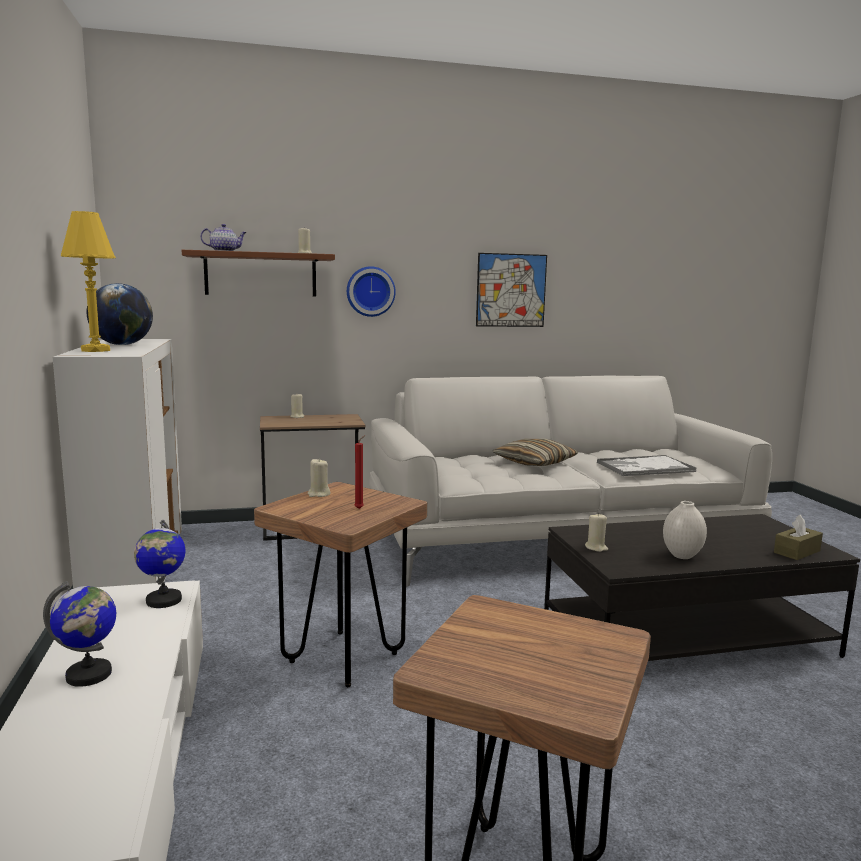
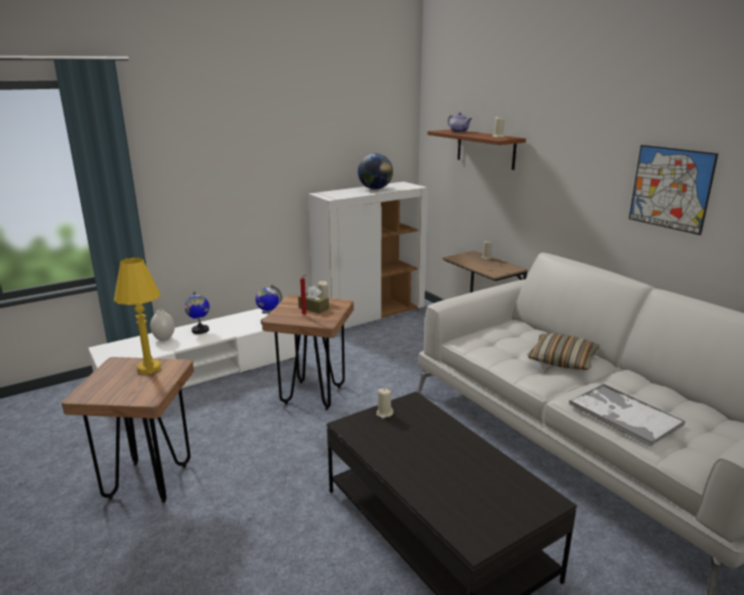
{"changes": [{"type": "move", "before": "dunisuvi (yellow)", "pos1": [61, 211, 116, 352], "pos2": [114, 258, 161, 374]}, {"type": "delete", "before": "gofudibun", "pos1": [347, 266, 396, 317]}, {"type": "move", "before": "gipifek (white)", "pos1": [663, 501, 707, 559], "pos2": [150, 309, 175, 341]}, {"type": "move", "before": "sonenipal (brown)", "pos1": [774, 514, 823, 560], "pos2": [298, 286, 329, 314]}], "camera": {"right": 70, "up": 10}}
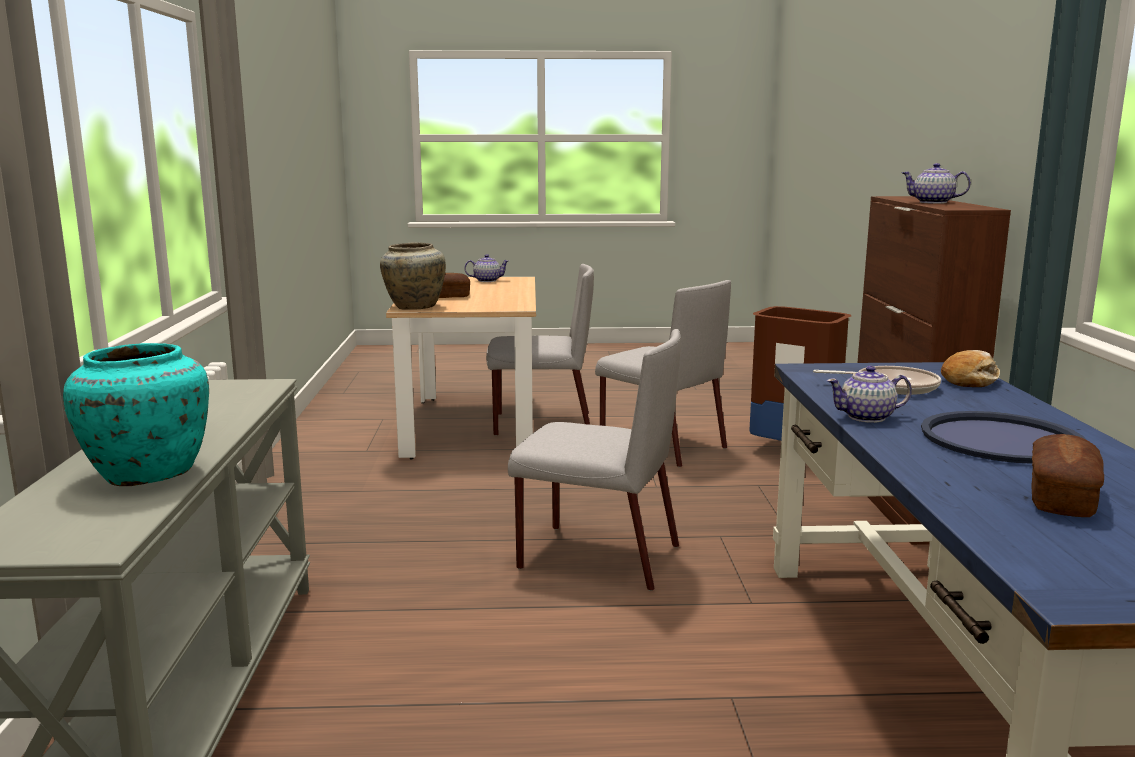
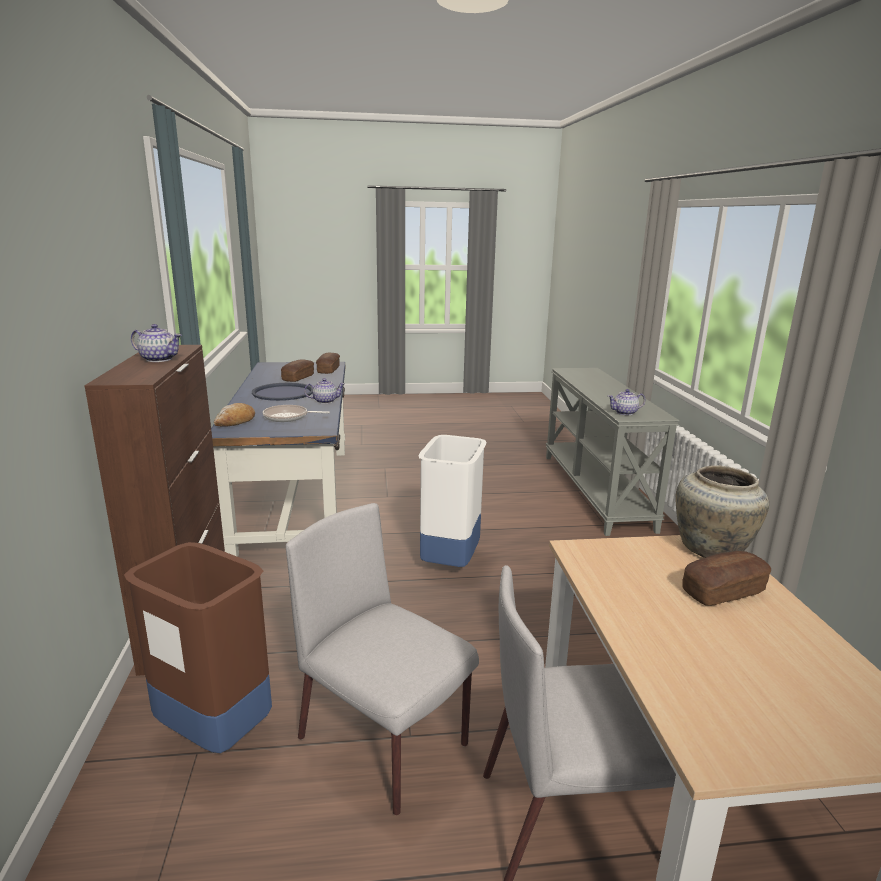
{"changes": [{"type": "delete", "before": "gipifek (turquoise)", "pos1": [63, 343, 209, 486]}, {"type": "move", "before": "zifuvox", "pos1": [464, 254, 509, 282], "pos2": [608, 389, 645, 415]}, {"type": "replace", "before": "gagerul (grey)", "after": "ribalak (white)", "pos1": [508, 329, 681, 591], "pos2": [418, 435, 486, 567]}, {"type": "insert", "after": "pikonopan", "pos2": [316, 352, 340, 374]}], "camera": {"right": 175, "up": 5}}
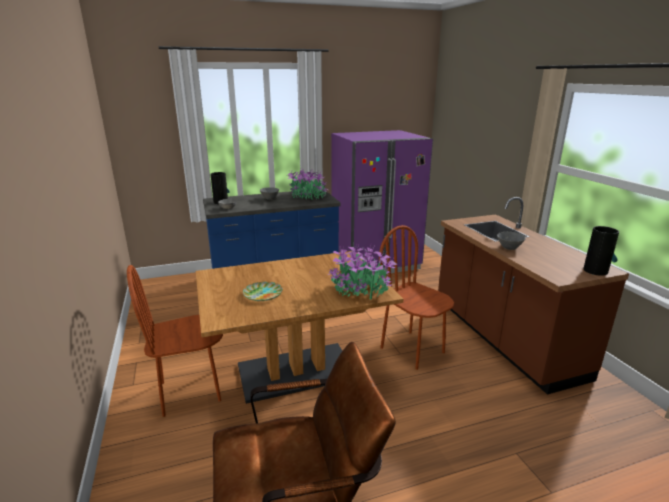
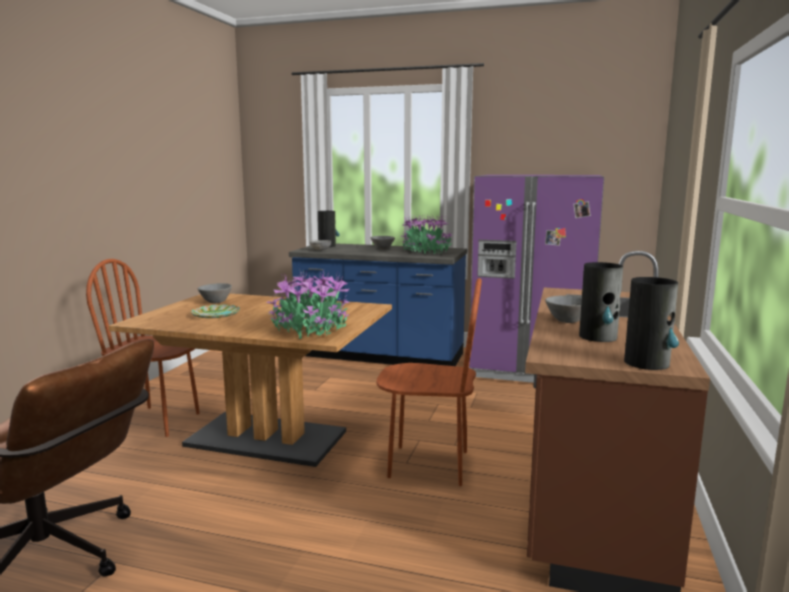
{"changes": [{"type": "rotate", "before": "gagerul (brown)", "pos1": [379, 225, 454, 370], "pos2": [376, 278, 482, 486], "turn": 105}, {"type": "insert", "after": "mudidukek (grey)", "pos2": [198, 283, 232, 303]}, {"type": "insert", "after": "gipifek", "pos2": [579, 262, 623, 342]}], "camera": {"right": 35, "up": -10}}
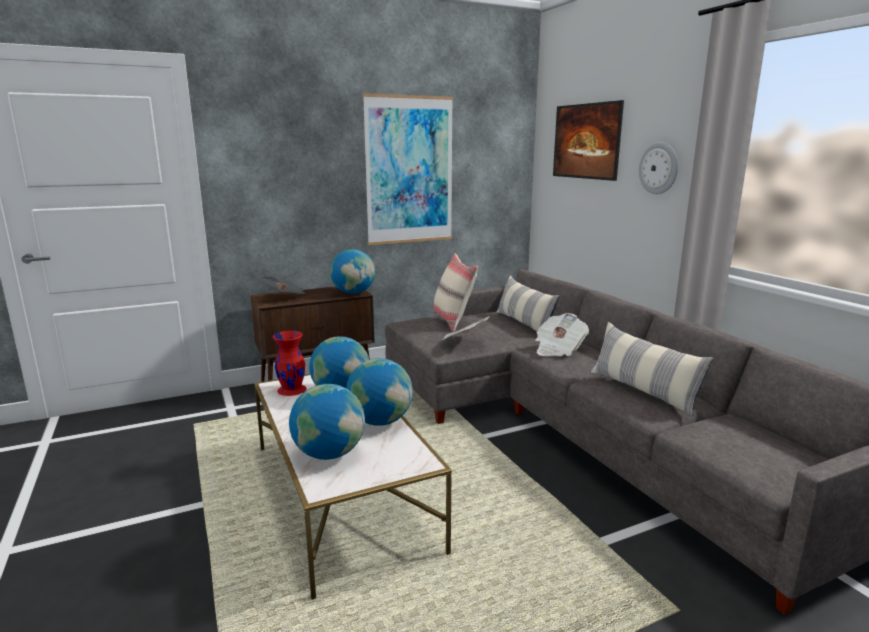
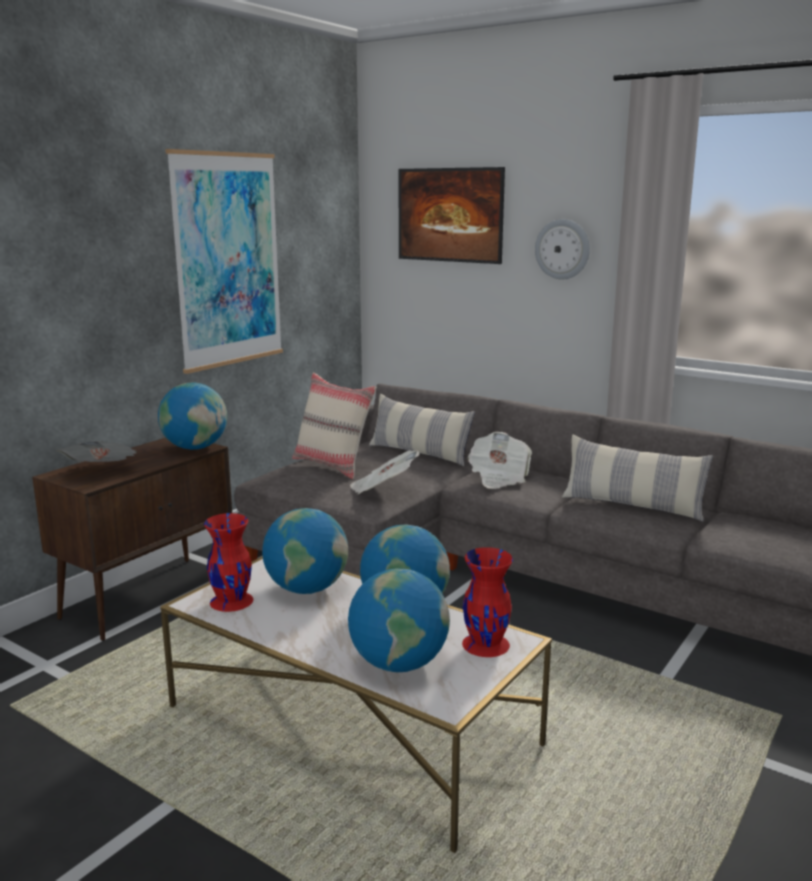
{"changes": [{"type": "insert", "after": "gipifek (red)", "pos2": [462, 547, 513, 657]}], "camera": {"right": -30, "up": 0}}
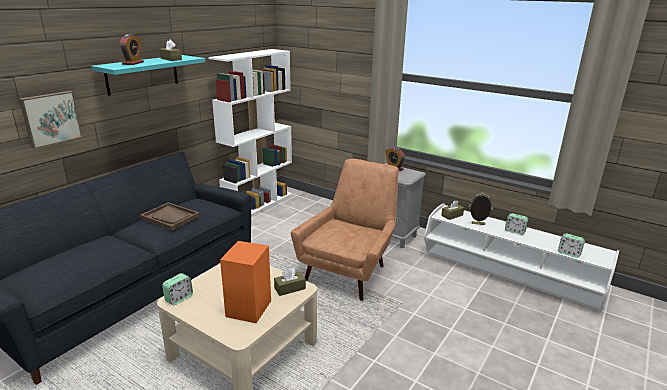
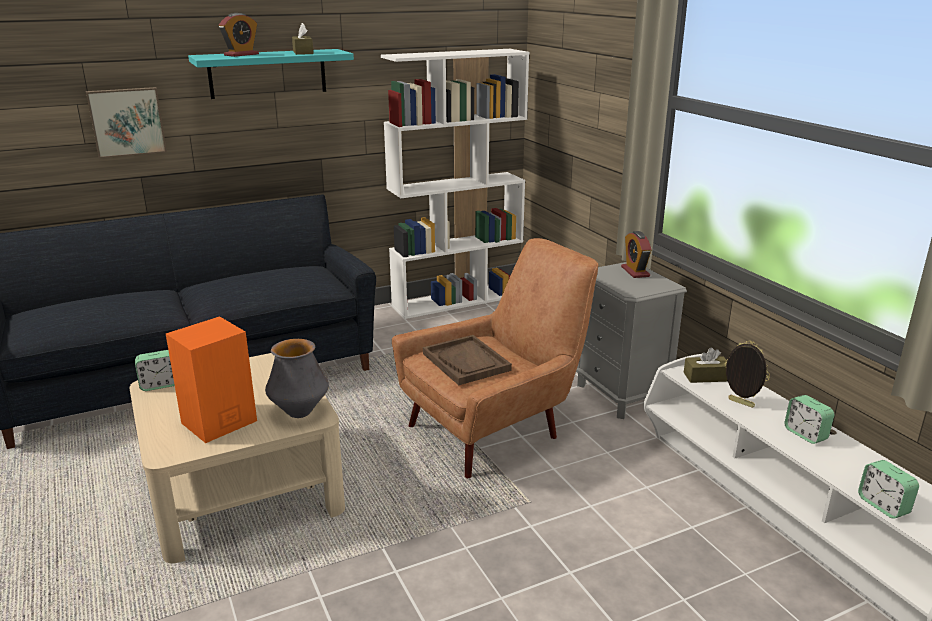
{"changes": [{"type": "move", "before": "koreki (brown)", "pos1": [140, 202, 199, 230], "pos2": [423, 335, 512, 385]}, {"type": "replace", "before": "sonenipal (brown)", "after": "gipifek", "pos1": [274, 268, 306, 296], "pos2": [265, 339, 329, 418]}], "camera": {"right": 30, "up": 0}}
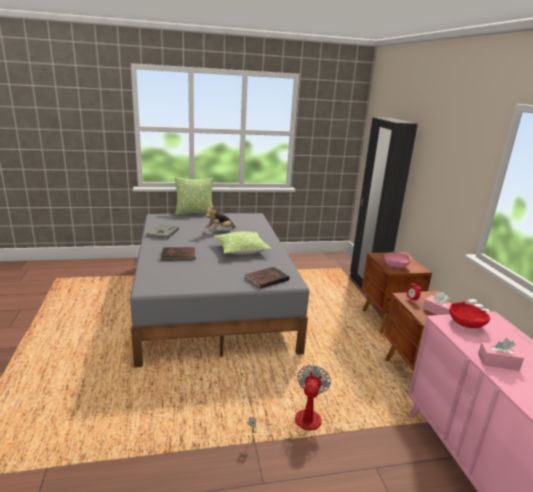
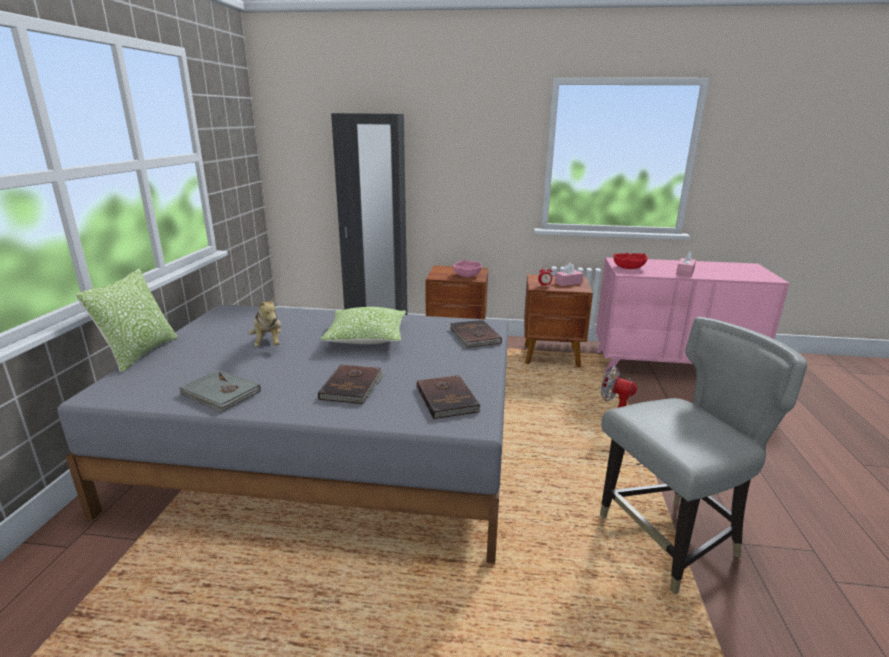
{"changes": [{"type": "insert", "after": "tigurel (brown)", "pos2": [417, 375, 481, 419]}, {"type": "insert", "after": "gagerul (grey)", "pos2": [600, 317, 807, 594]}], "camera": {"right": -70, "up": 0}}
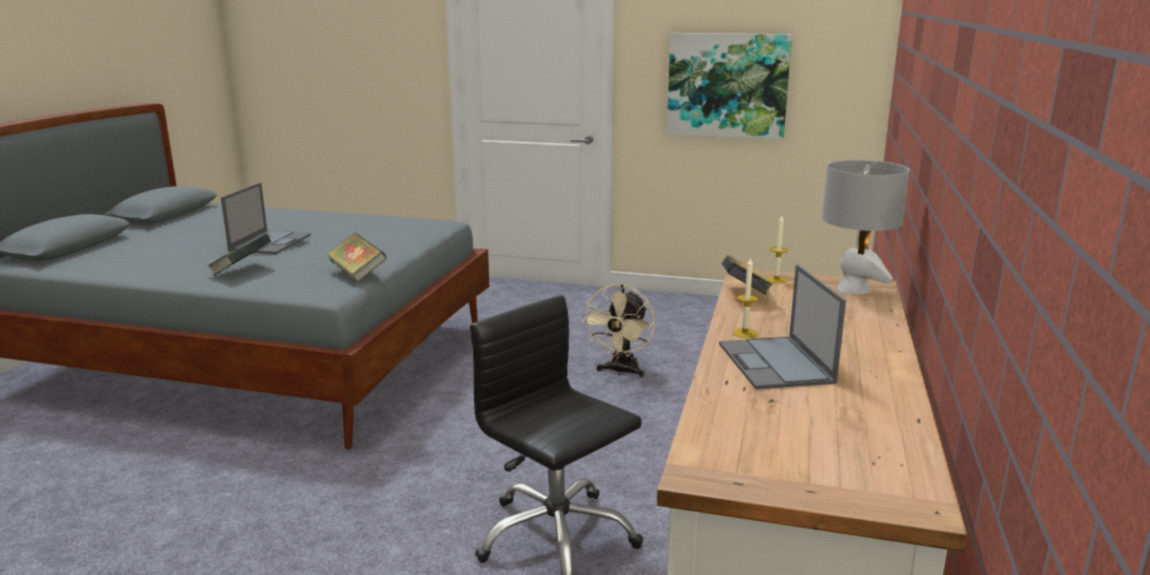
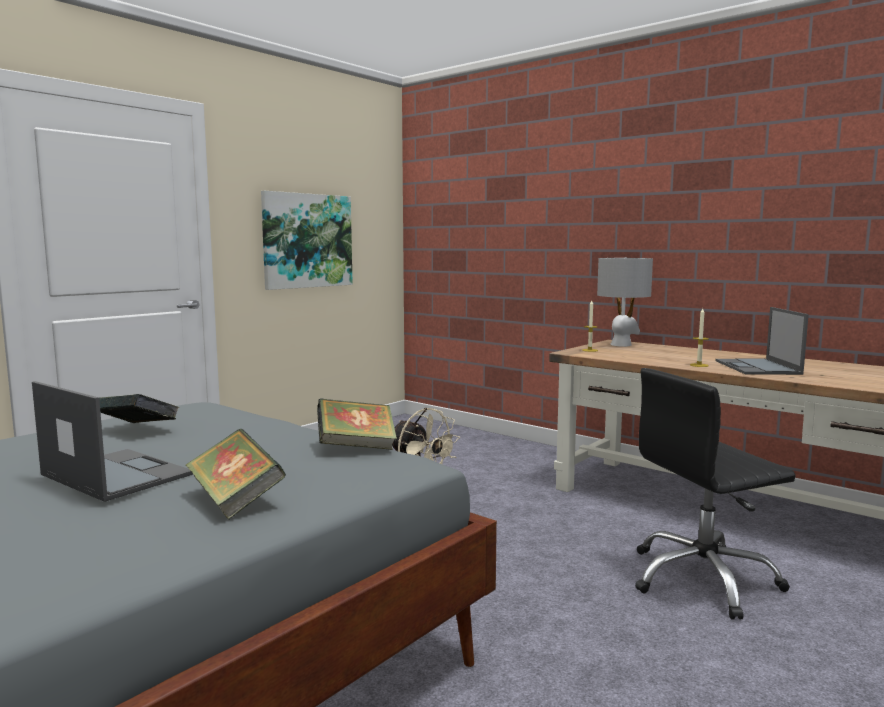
{"changes": [{"type": "rotate", "before": "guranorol", "pos1": [719, 265, 846, 389], "pos2": [715, 307, 809, 375], "turn": 75}, {"type": "move", "before": "tigurel", "pos1": [722, 255, 773, 294], "pos2": [99, 394, 179, 423]}], "camera": {"right": -65, "up": -10}}
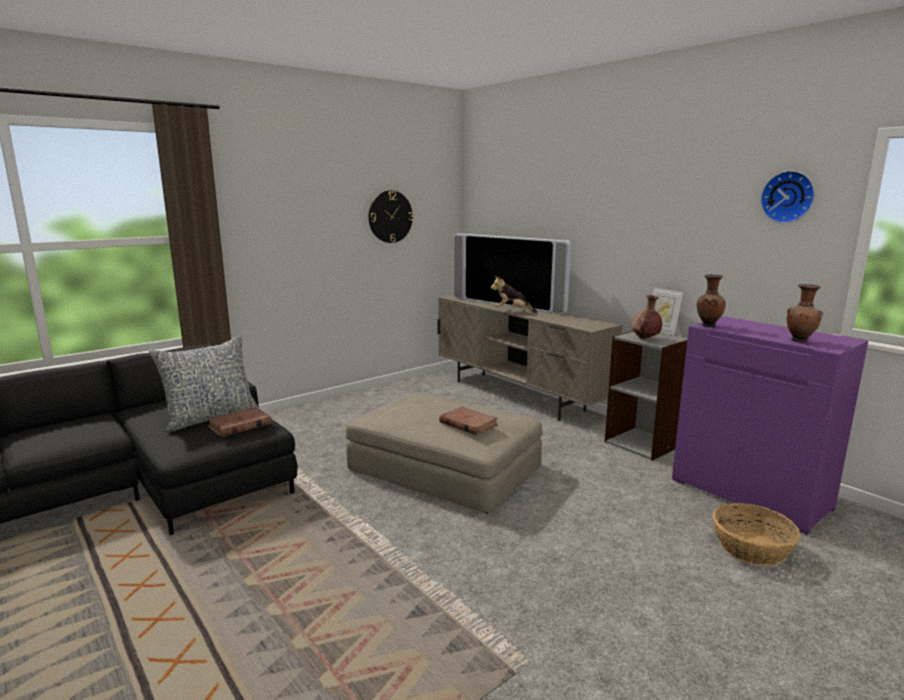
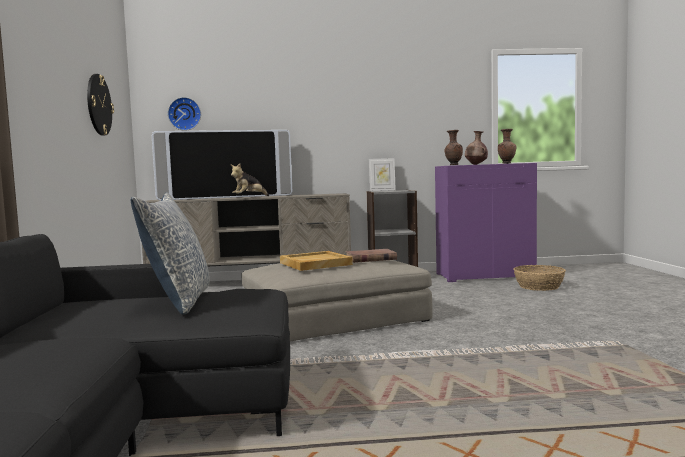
{"changes": [{"type": "delete", "before": "tigurel (brown)", "pos1": [207, 407, 272, 437]}, {"type": "move", "before": "gipifek (brown)", "pos1": [631, 295, 662, 339], "pos2": [465, 131, 488, 165]}, {"type": "move", "before": "gofudibun", "pos1": [760, 171, 815, 223], "pos2": [168, 97, 201, 131]}, {"type": "insert", "after": "koreki (beige)", "pos2": [280, 251, 353, 271]}], "camera": {"right": -55, "up": -10}}
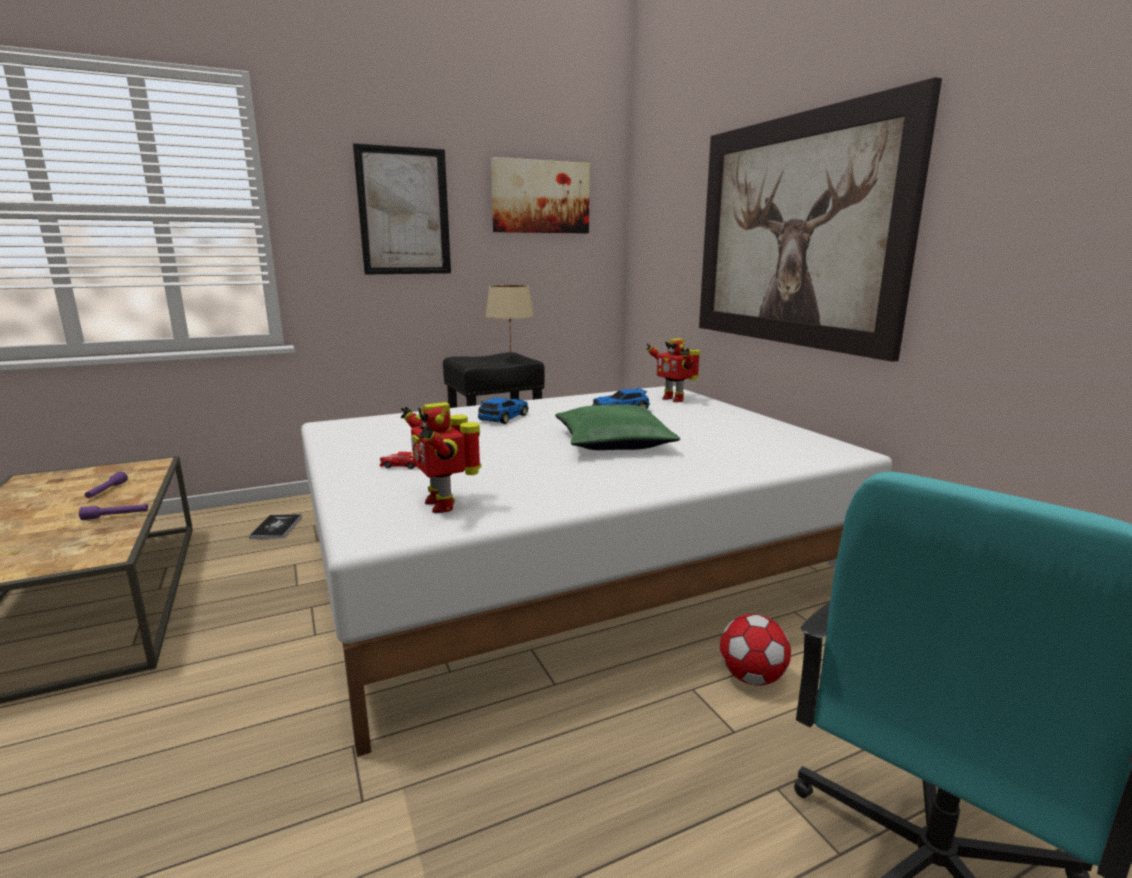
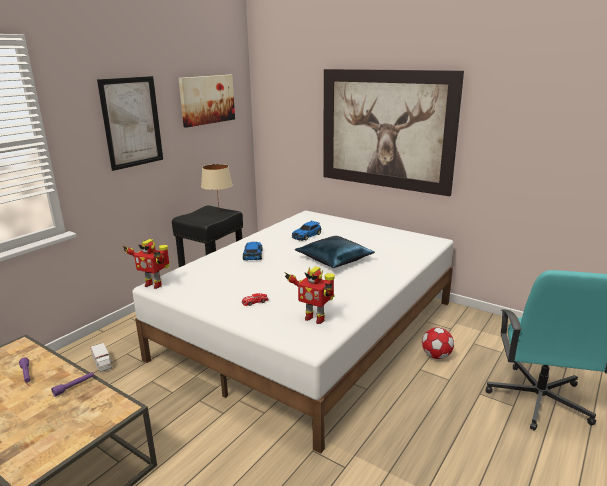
{"changes": [{"type": "replace", "before": "tigurel", "after": "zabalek", "pos1": [249, 514, 302, 539], "pos2": [91, 343, 112, 372]}, {"type": "recolor", "before": "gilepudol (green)", "after": "gilepudol (blue)", "pos1": [555, 405, 680, 450], "pos2": [295, 236, 375, 268]}, {"type": "move", "before": "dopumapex", "pos1": [647, 338, 700, 402], "pos2": [123, 239, 170, 289]}], "camera": {"right": -30, "up": 5}}
